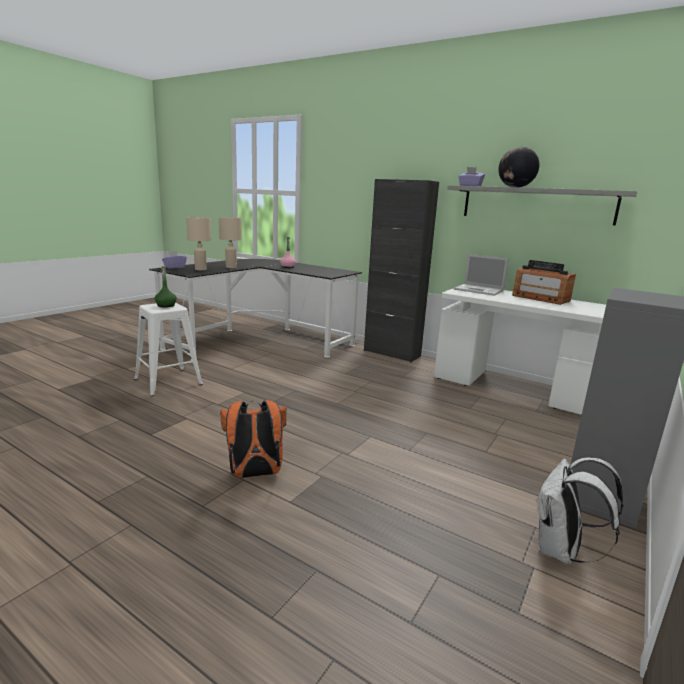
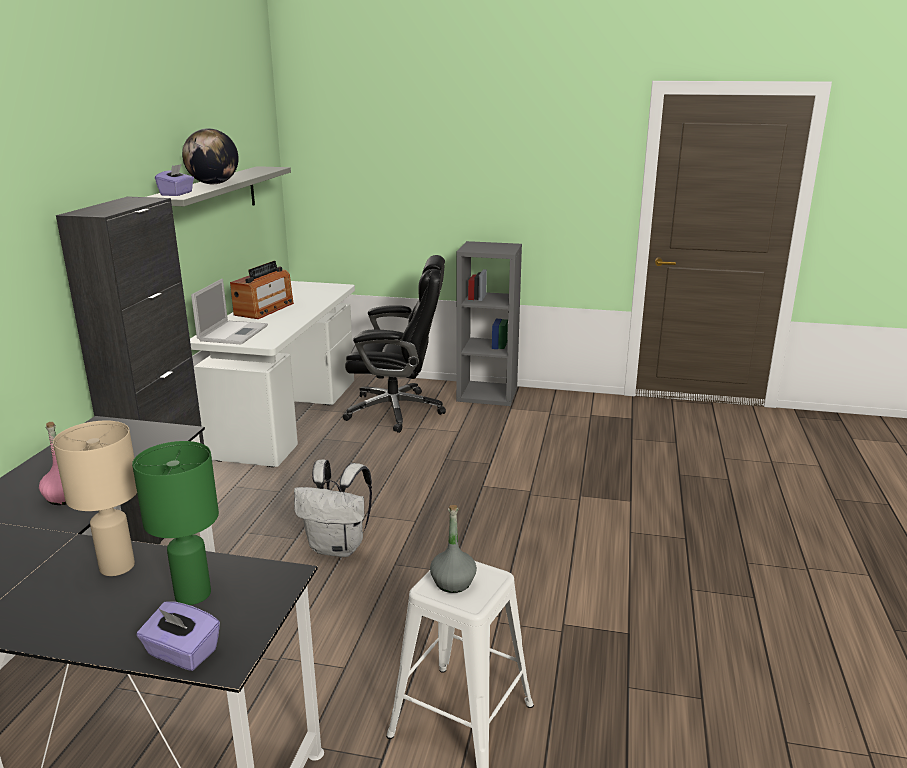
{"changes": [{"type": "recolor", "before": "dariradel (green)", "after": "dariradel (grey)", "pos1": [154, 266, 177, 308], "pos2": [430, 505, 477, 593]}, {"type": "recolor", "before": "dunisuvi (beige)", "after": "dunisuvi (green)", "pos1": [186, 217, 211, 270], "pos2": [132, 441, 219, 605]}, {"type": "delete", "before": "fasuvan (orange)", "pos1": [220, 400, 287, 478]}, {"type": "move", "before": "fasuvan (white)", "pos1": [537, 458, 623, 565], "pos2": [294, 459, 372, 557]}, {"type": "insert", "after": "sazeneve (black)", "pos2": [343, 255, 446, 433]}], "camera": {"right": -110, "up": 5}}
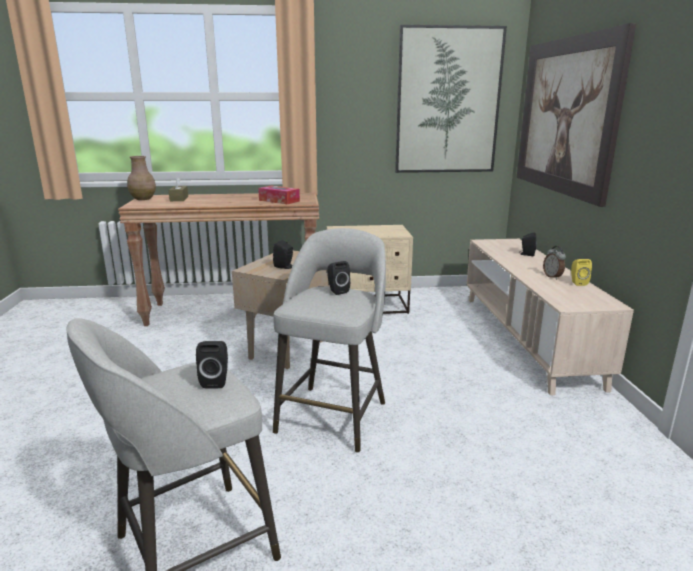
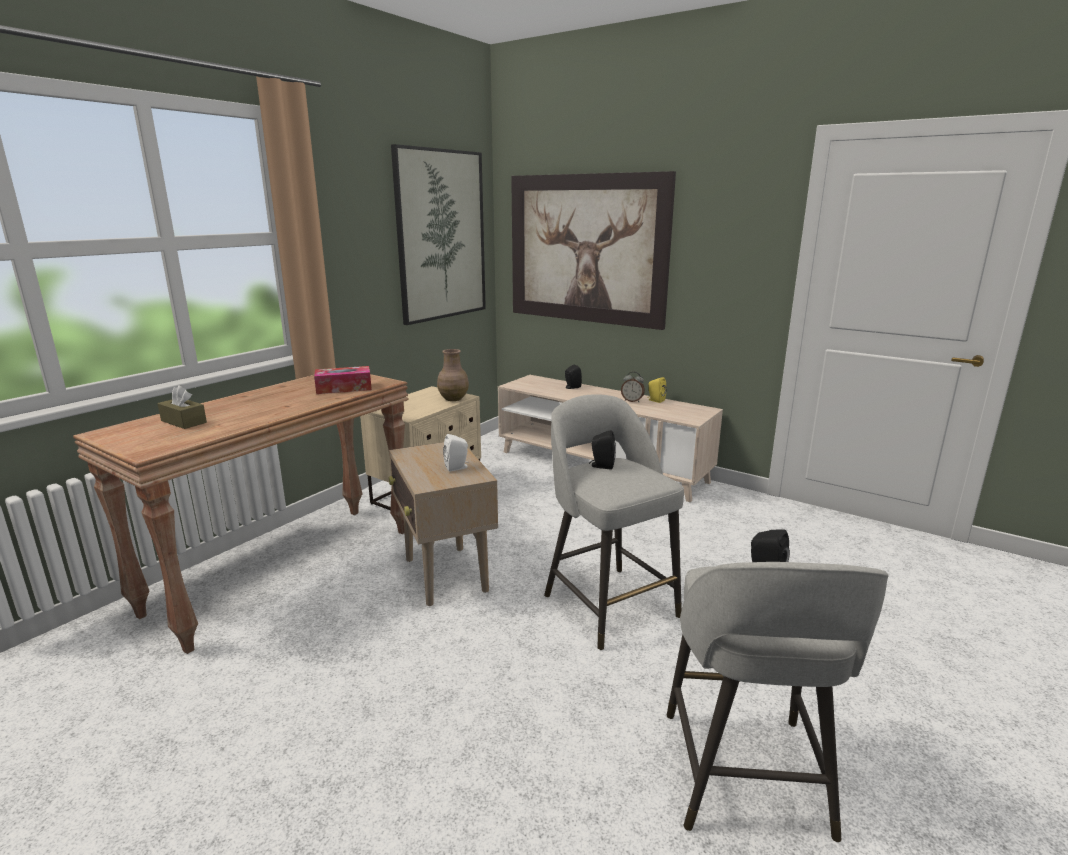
{"changes": [{"type": "move", "before": "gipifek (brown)", "pos1": [127, 156, 156, 200], "pos2": [437, 349, 469, 401]}, {"type": "recolor", "before": "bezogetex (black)", "after": "bezogetex (white)", "pos1": [273, 240, 293, 269], "pos2": [443, 434, 469, 471]}], "camera": {"right": -50, "up": 0}}
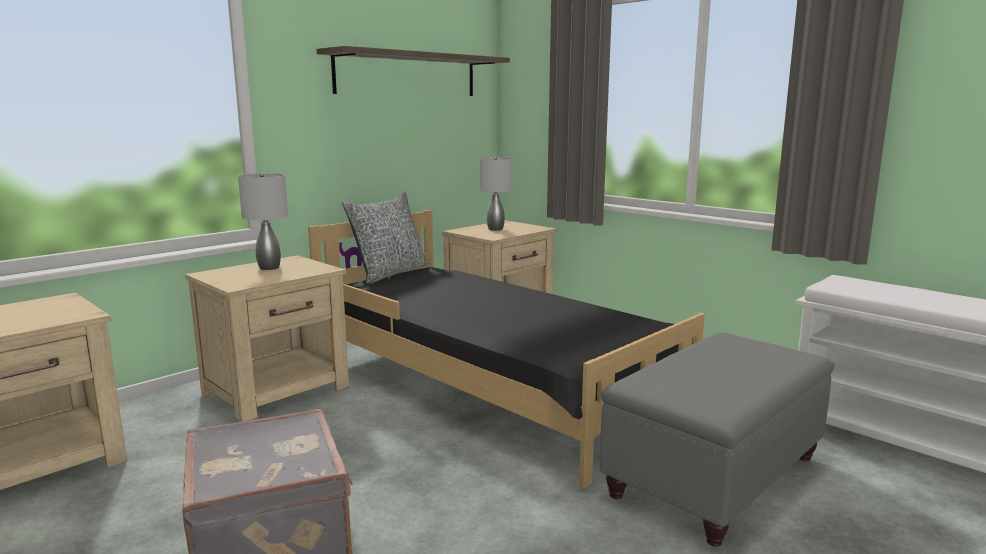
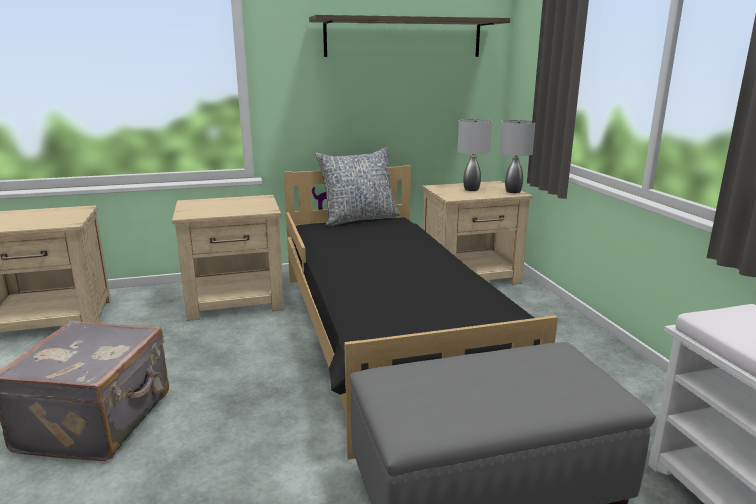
{"changes": [{"type": "move", "before": "dunisuvi (grey)", "pos1": [238, 173, 288, 270], "pos2": [500, 120, 535, 193]}], "camera": {"right": 30, "up": 5}}
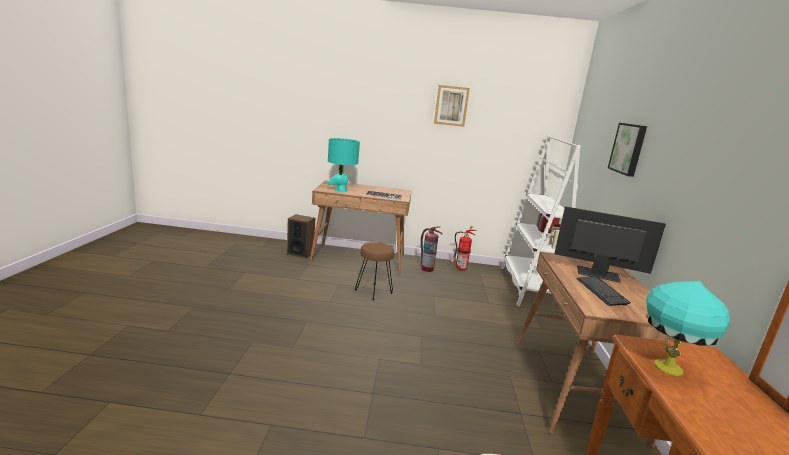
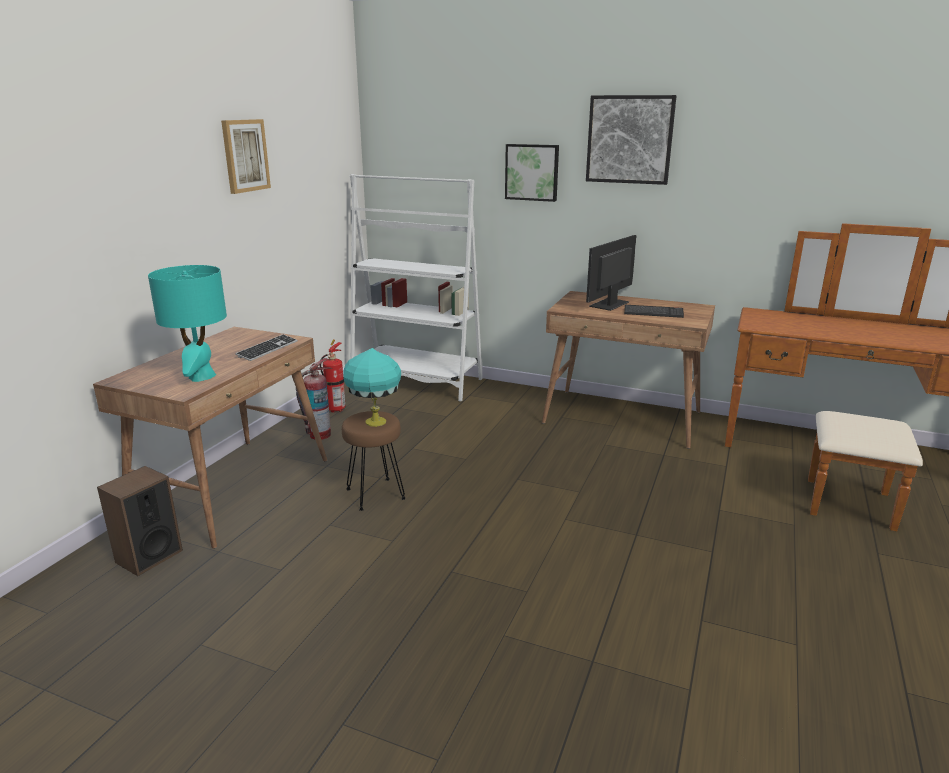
{"changes": [{"type": "move", "before": "dunisuvi (turquoise)", "pos1": [646, 281, 730, 376], "pos2": [343, 348, 401, 427]}, {"type": "insert", "after": "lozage", "pos2": [586, 95, 677, 185]}], "camera": {"right": -70, "up": 5}}
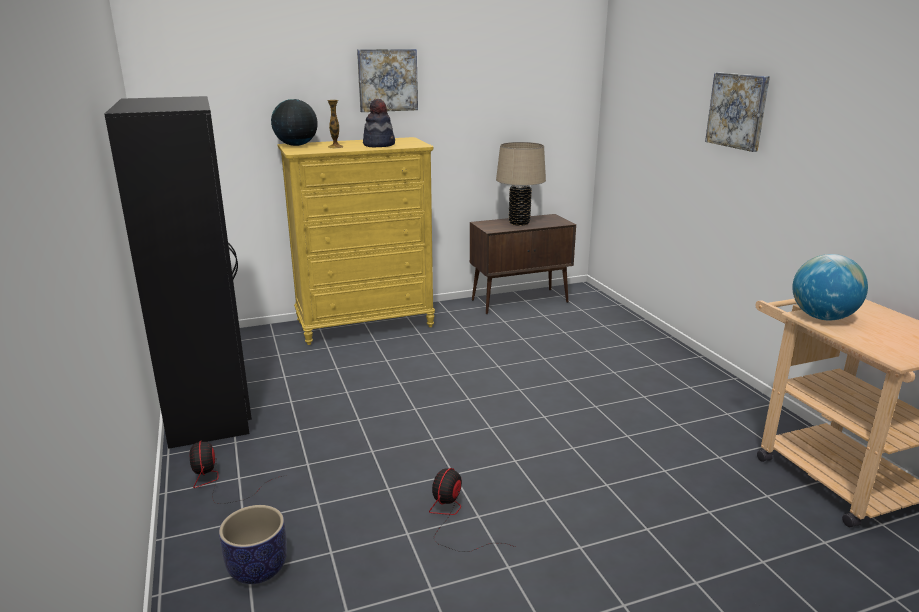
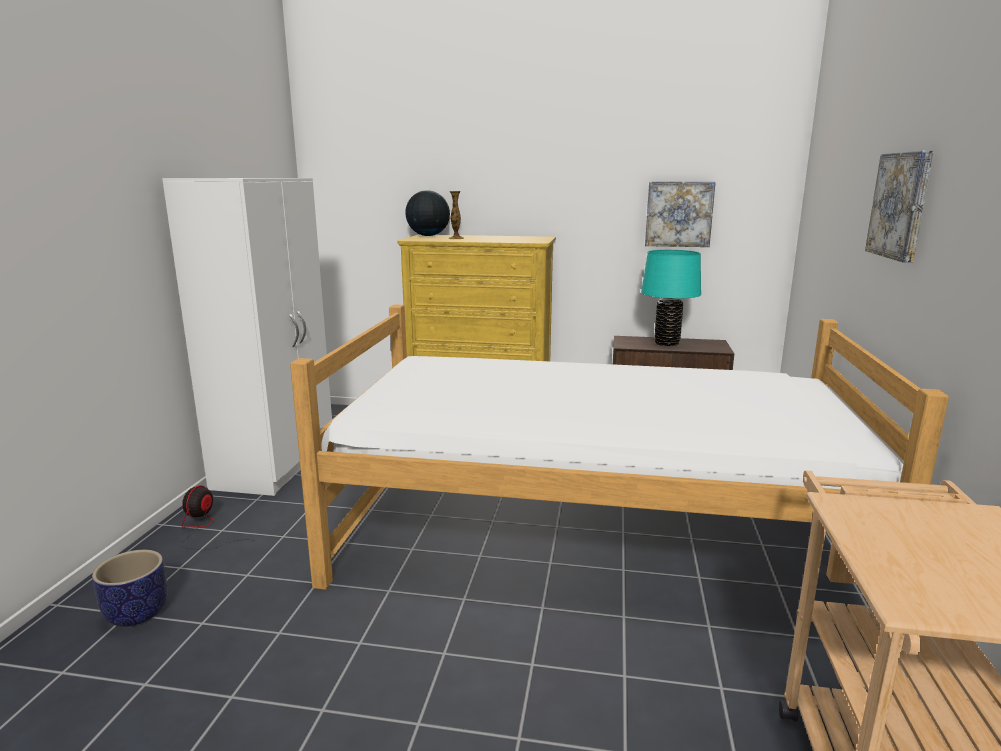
{"changes": [{"type": "recolor", "before": "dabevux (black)", "after": "dabevux (white)", "pos1": [104, 96, 252, 449], "pos2": [162, 178, 332, 496]}, {"type": "move", "before": "lozage", "pos1": [357, 49, 418, 112], "pos2": [645, 182, 716, 247]}, {"type": "delete", "before": "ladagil", "pos1": [363, 99, 395, 147]}, {"type": "delete", "before": "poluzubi", "pos1": [429, 468, 516, 552]}, {"type": "recolor", "before": "dunisuvi (beige)", "after": "dunisuvi (turquoise)", "pos1": [496, 142, 546, 226], "pos2": [641, 250, 701, 346]}, {"type": "delete", "before": "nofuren", "pos1": [793, 254, 868, 321]}, {"type": "insert", "after": "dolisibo", "pos2": [290, 304, 949, 631]}], "camera": {"right": 30, "up": -5}}
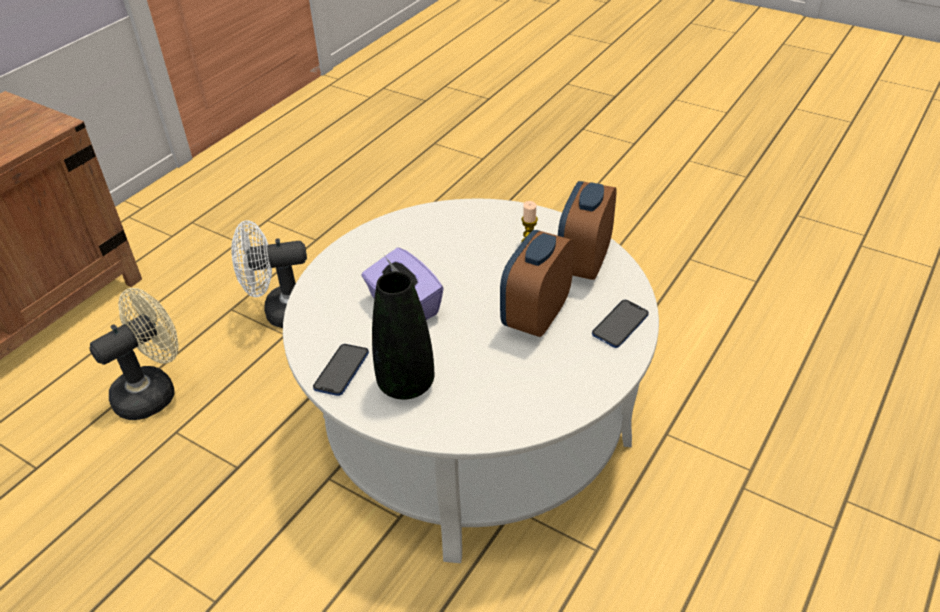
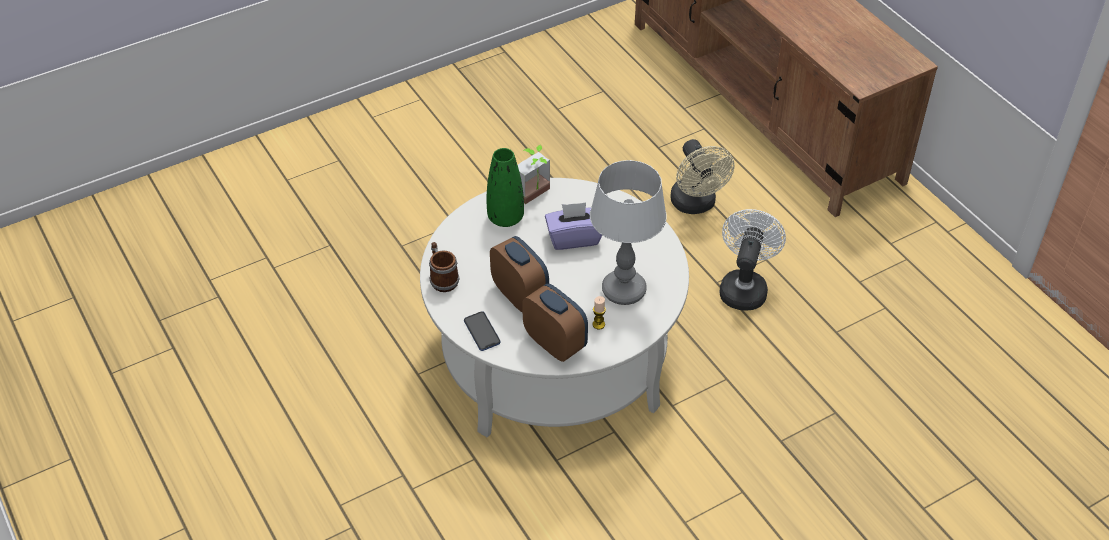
{"changes": [{"type": "replace", "before": "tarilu", "after": "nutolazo", "pos1": [313, 344, 369, 396], "pos2": [518, 145, 550, 204]}, {"type": "recolor", "before": "gipifek (black)", "after": "gipifek (green)", "pos1": [372, 271, 434, 400], "pos2": [487, 148, 524, 227]}, {"type": "insert", "after": "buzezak", "pos2": [429, 242, 459, 292]}, {"type": "insert", "after": "dunisuvi", "pos2": [590, 160, 667, 305]}], "camera": {"right": 115, "up": 5}}
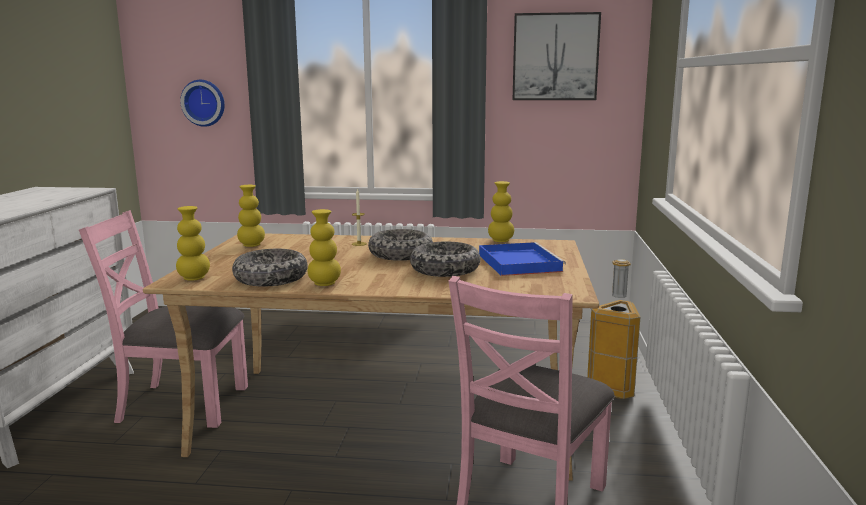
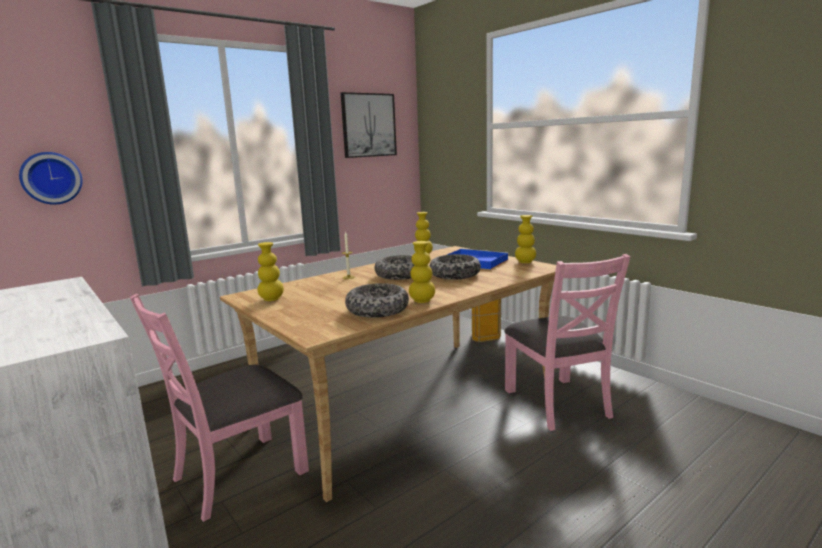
{"changes": [{"type": "move", "before": "gipifek (yellow)", "pos1": [176, 206, 210, 281], "pos2": [515, 215, 536, 263]}], "camera": {"right": -45, "up": 0}}
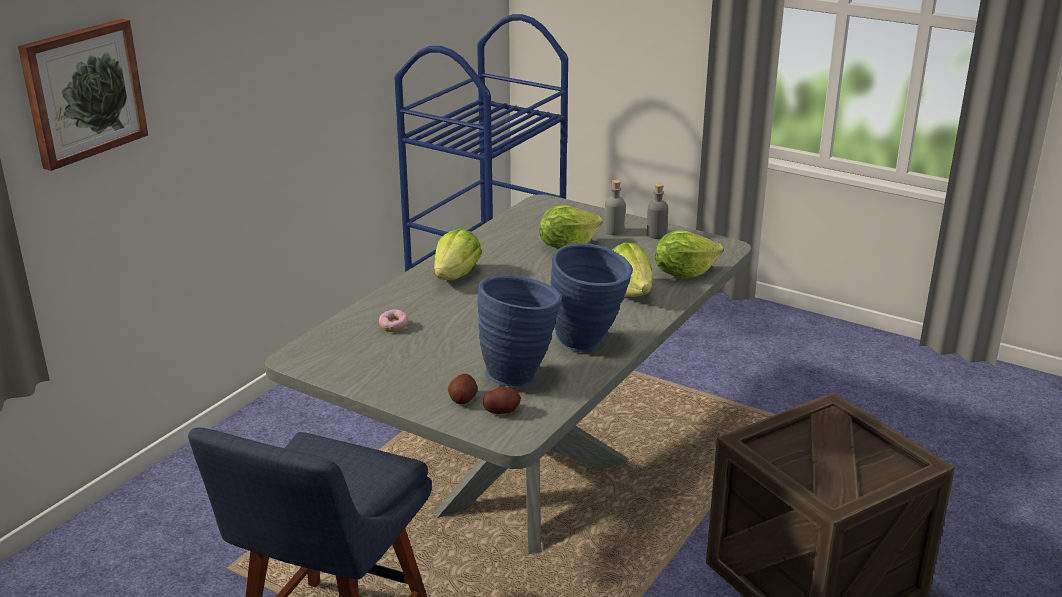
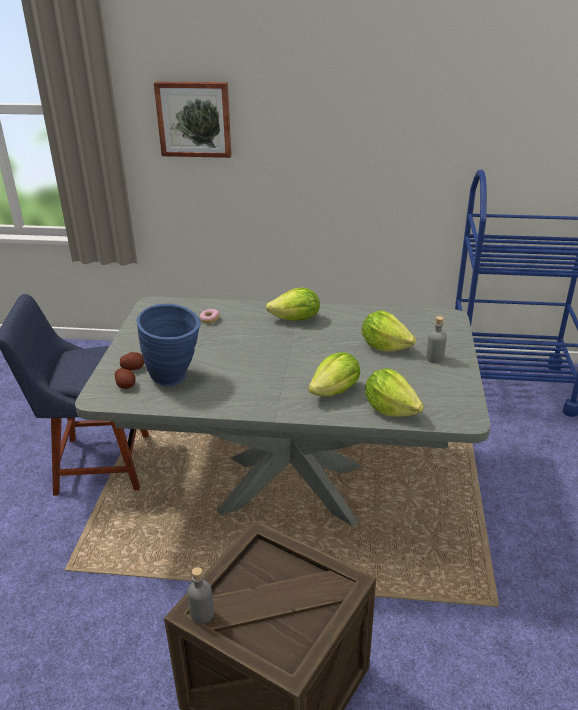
{"changes": [{"type": "delete", "before": "gipifek (blue)", "pos1": [551, 243, 633, 353]}, {"type": "move", "before": "dariradel (grey)", "pos1": [647, 183, 668, 239], "pos2": [187, 567, 214, 624]}], "camera": {"right": 65, "up": 5}}
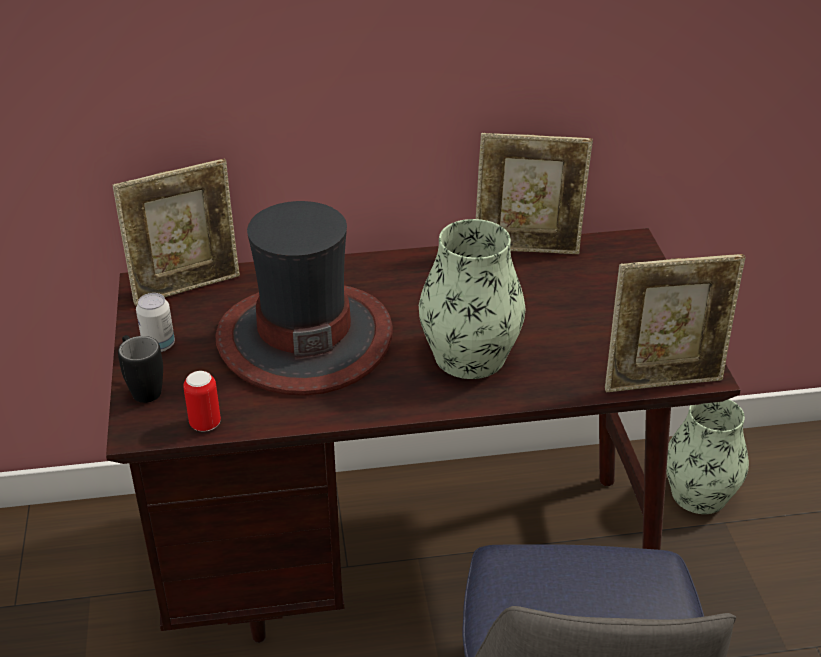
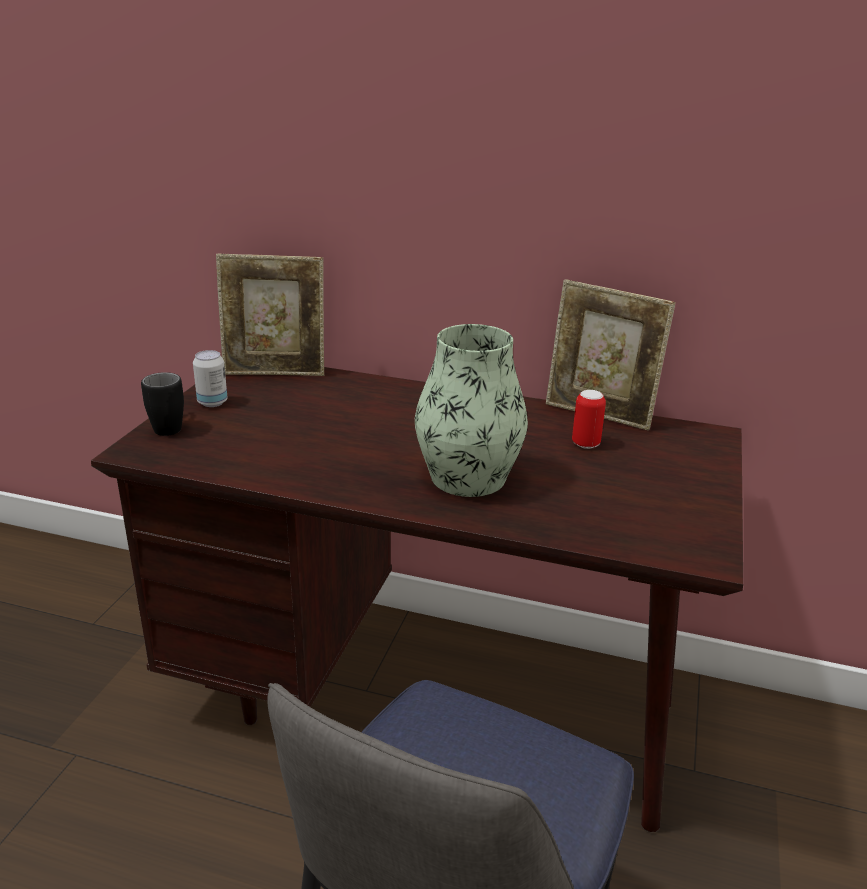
{"changes": [{"type": "move", "before": "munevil", "pos1": [183, 371, 221, 432], "pos2": [572, 390, 606, 449]}, {"type": "delete", "before": "ladagil", "pos1": [215, 201, 393, 396]}, {"type": "delete", "before": "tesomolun", "pos1": [605, 254, 746, 392]}, {"type": "delete", "before": "gipifek", "pos1": [666, 399, 749, 514]}], "camera": {"right": 25, "up": -10}}
